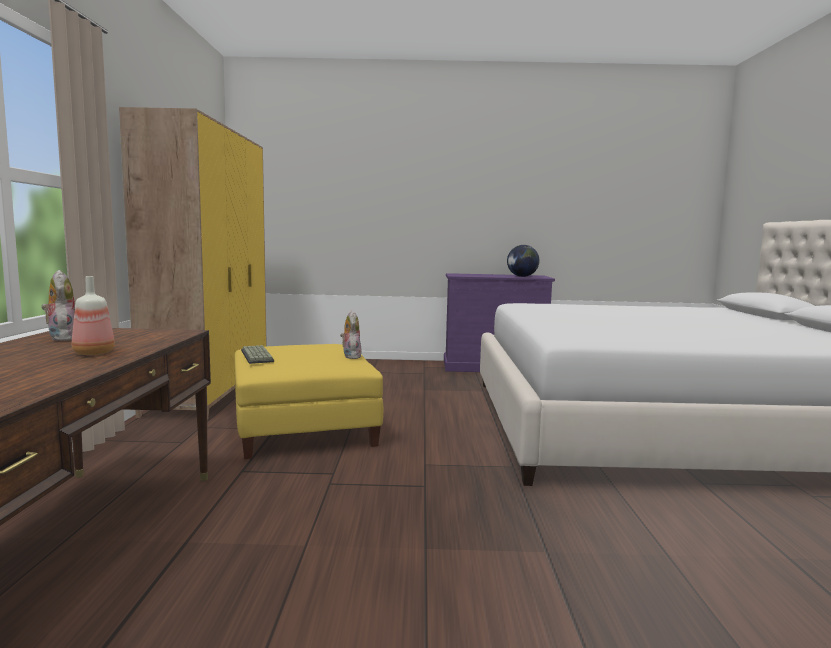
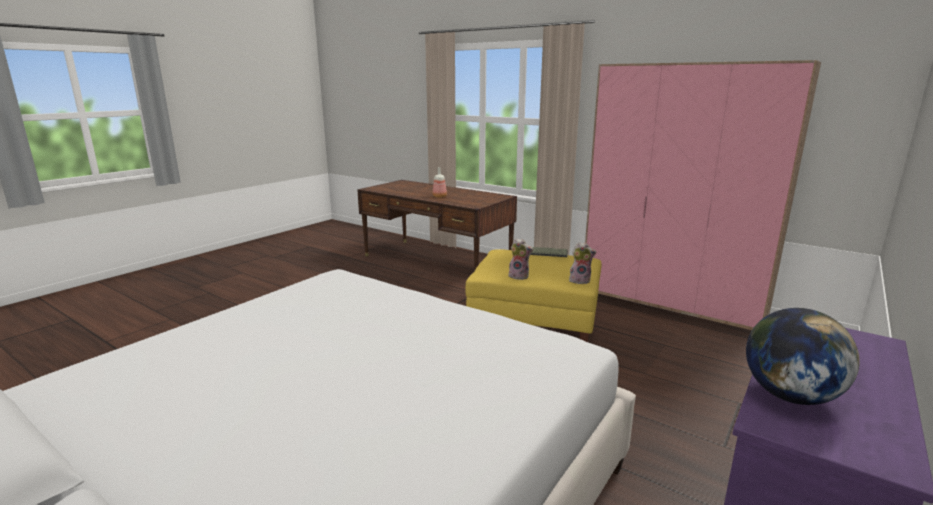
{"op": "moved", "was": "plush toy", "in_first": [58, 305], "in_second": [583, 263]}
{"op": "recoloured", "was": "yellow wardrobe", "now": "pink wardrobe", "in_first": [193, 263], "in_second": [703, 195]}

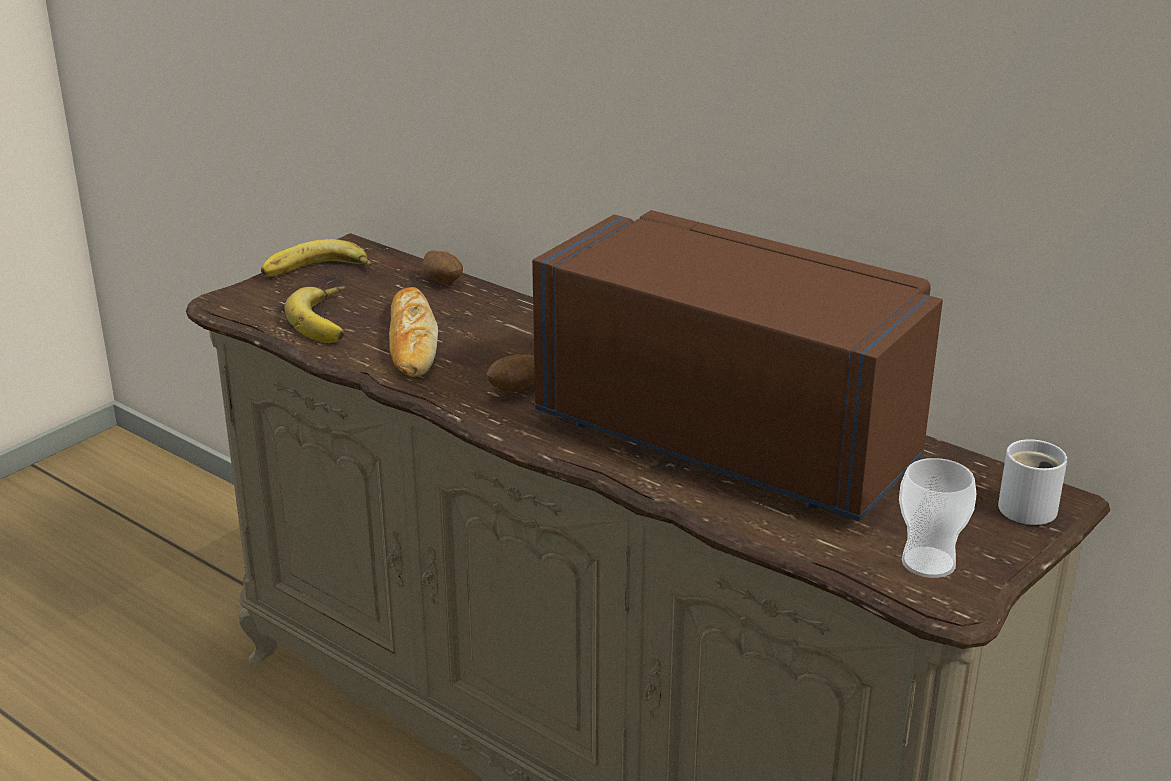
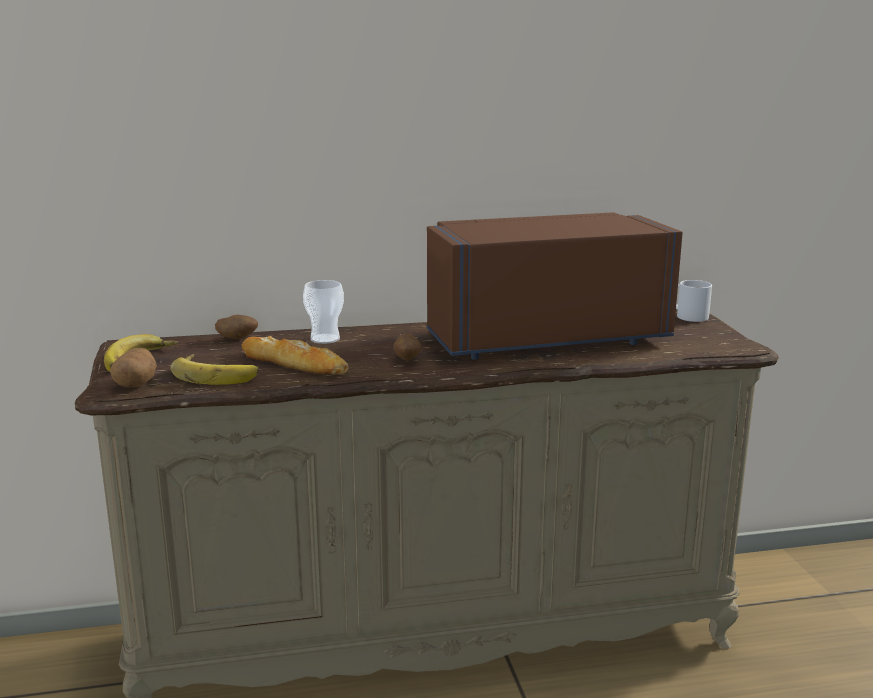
{"op": "added", "now": "potato", "in_second": [133, 368]}
{"op": "moved", "was": "cup", "in_first": [937, 518], "in_second": [323, 312]}

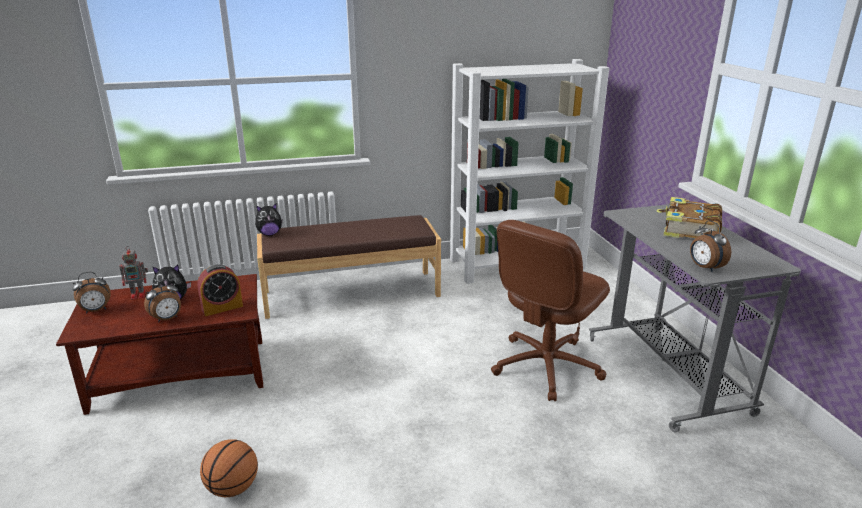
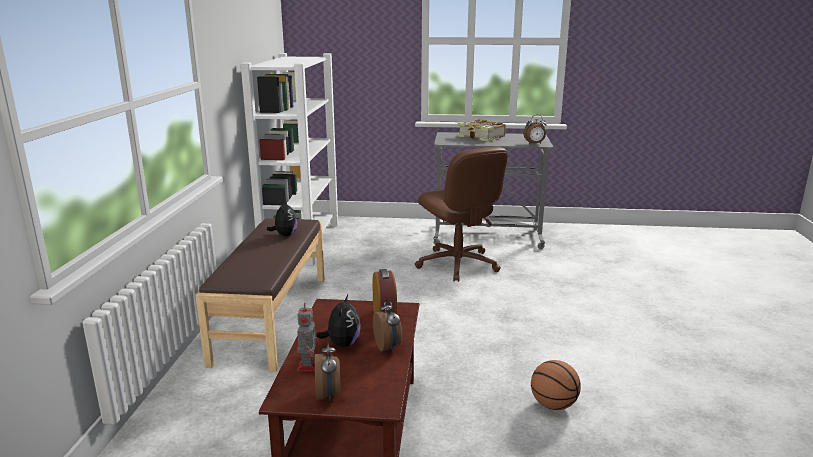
{"op": "moved", "was": "plush toy", "in_first": [269, 220], "in_second": [282, 218]}

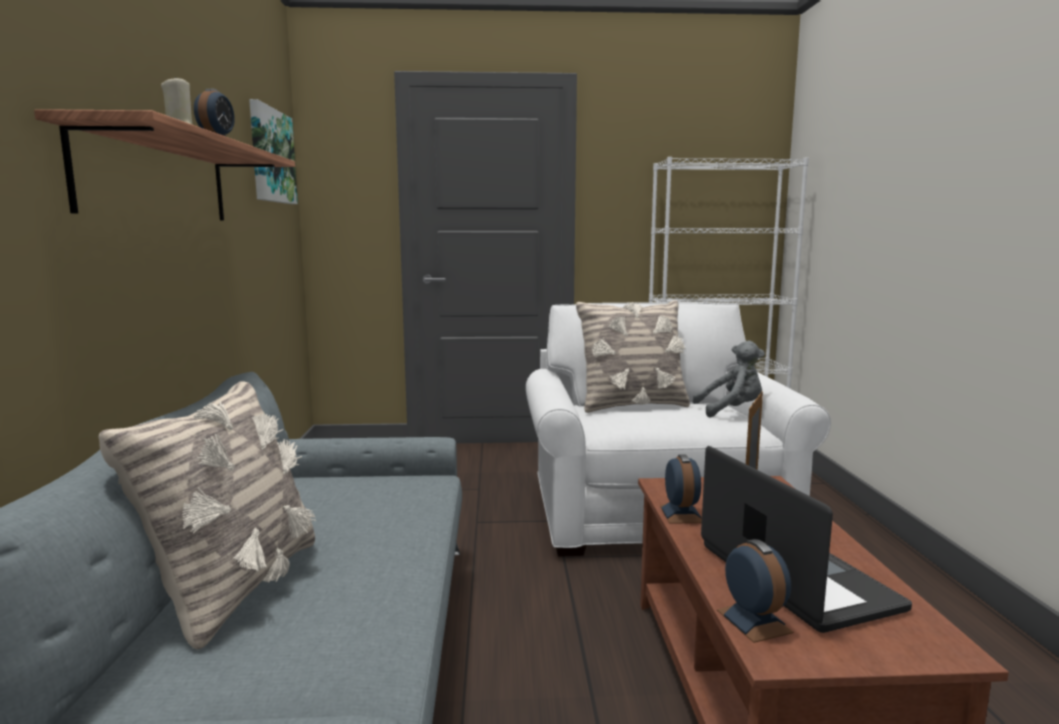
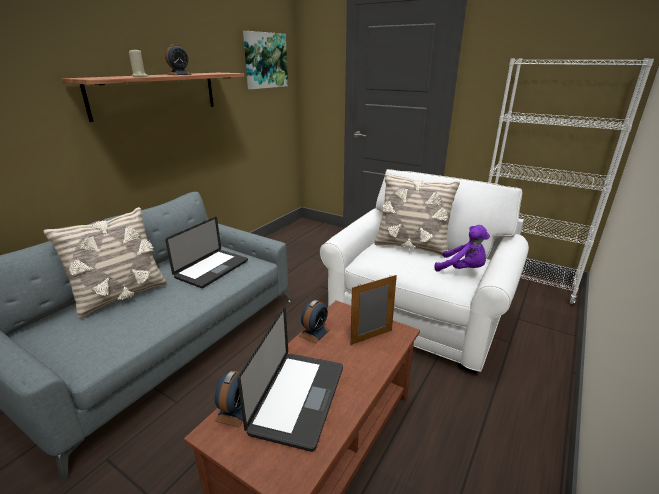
{"op": "added", "now": "laptop", "in_second": [206, 252]}
{"op": "recoloured", "was": "grey plush toy", "now": "purple plush toy", "in_first": [729, 379], "in_second": [462, 248]}

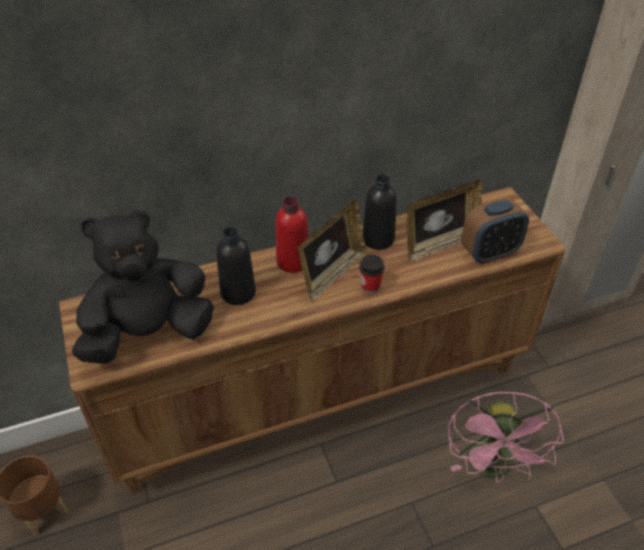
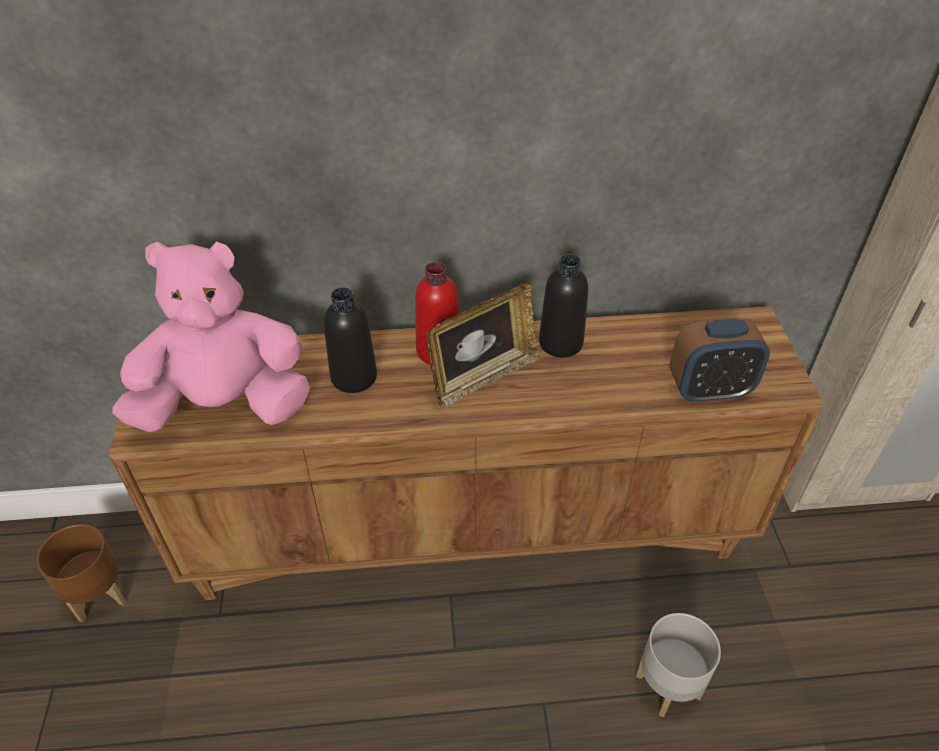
{"op": "recoloured", "was": "black plush toy", "now": "pink plush toy", "in_first": [143, 287], "in_second": [211, 337]}
{"op": "replaced", "was": "pink fan", "now": "grey planter", "in_first": [506, 437], "in_second": [678, 665]}
{"op": "removed", "was": "cup", "in_first": [372, 274]}
{"op": "removed", "was": "picture frame", "in_first": [445, 221]}

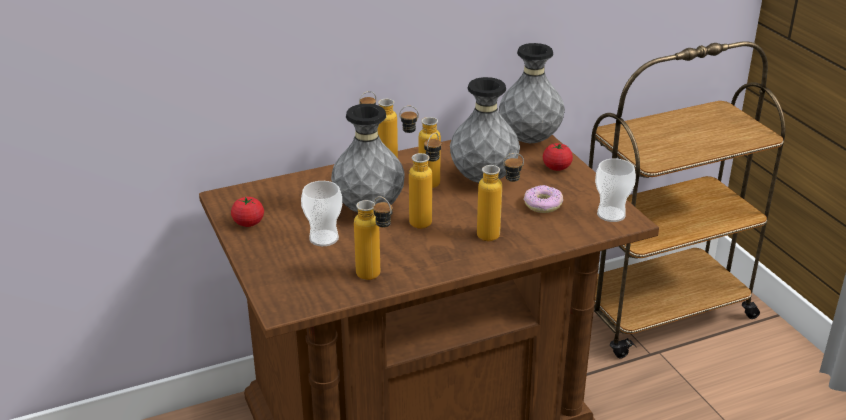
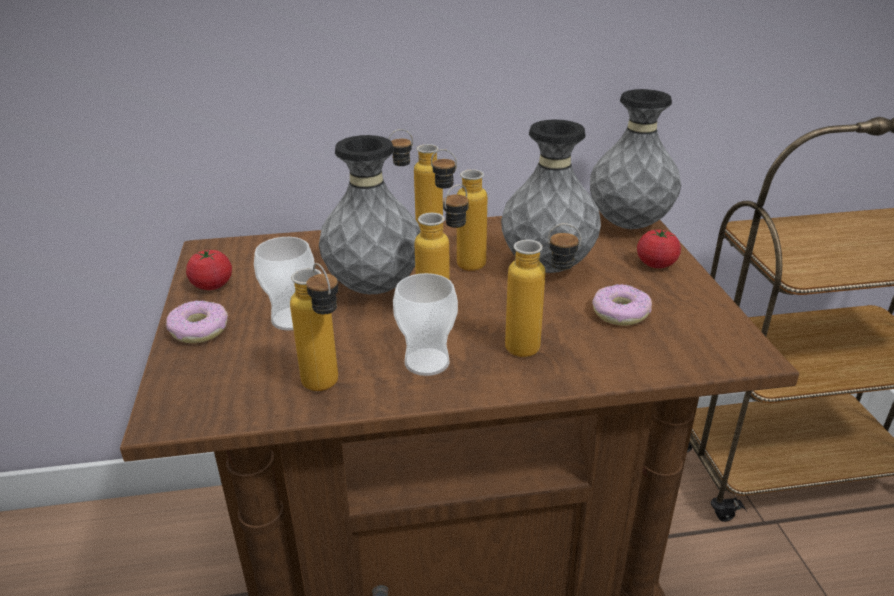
{"op": "added", "now": "donut", "in_second": [197, 321]}
{"op": "moved", "was": "cup", "in_first": [615, 190], "in_second": [425, 324]}

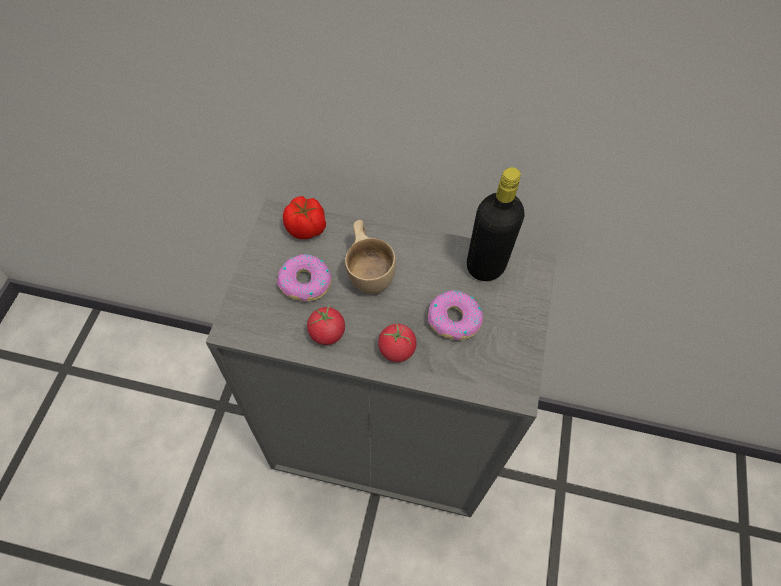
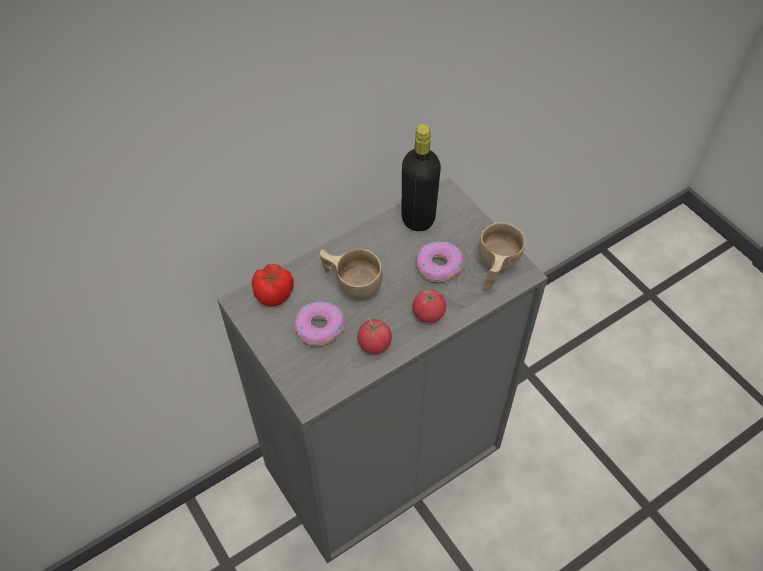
{"op": "added", "now": "beige cup", "in_second": [502, 256]}

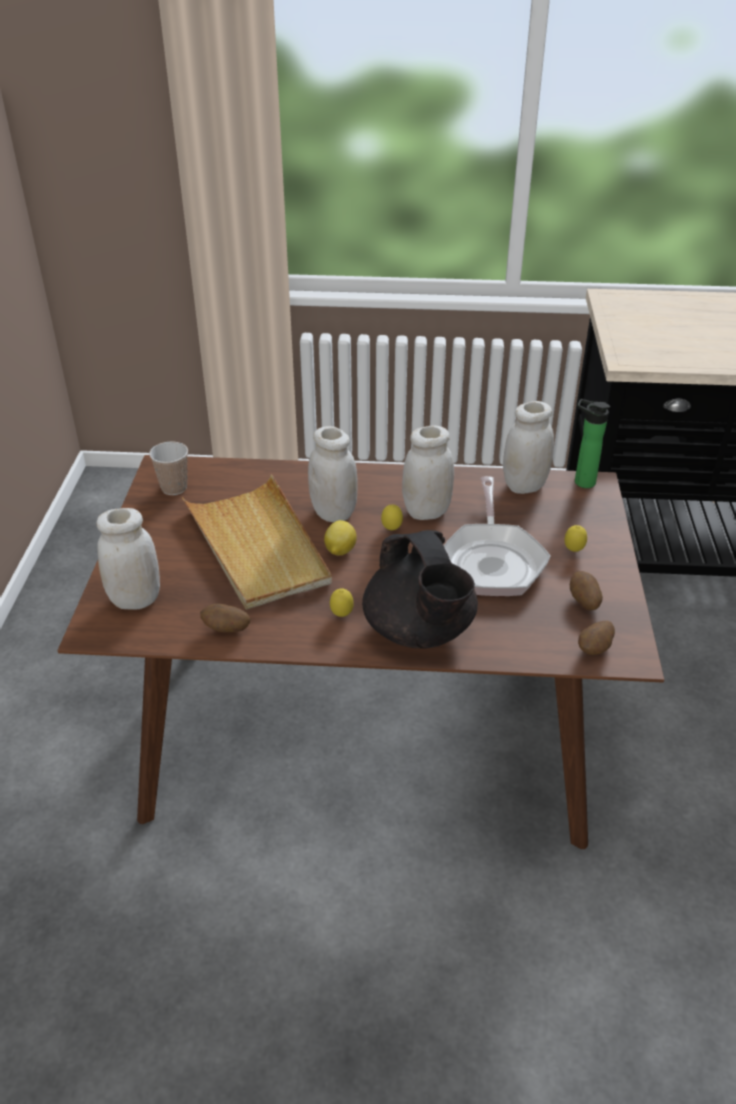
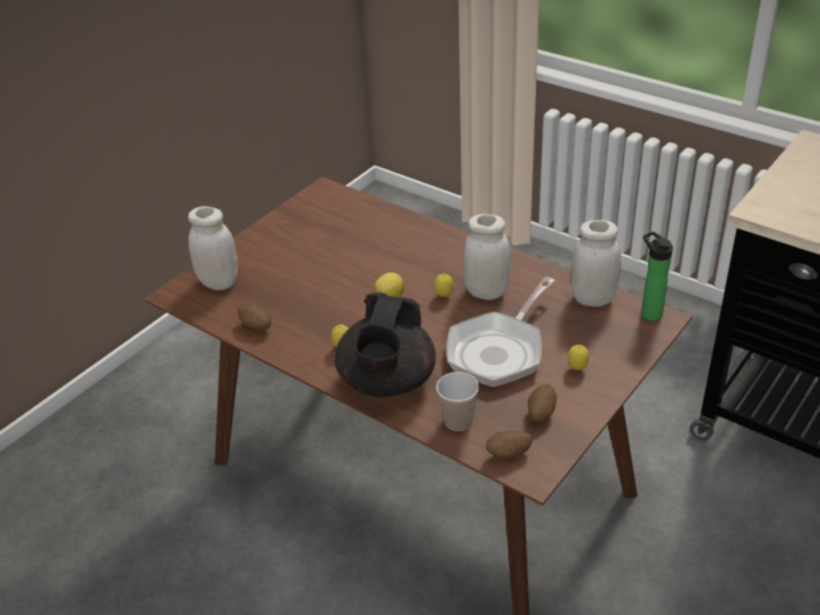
{"op": "moved", "was": "cup", "in_first": [168, 468], "in_second": [457, 401]}
{"op": "removed", "was": "beige tray", "in_first": [257, 542]}
{"op": "removed", "was": "white jar", "in_first": [332, 474]}

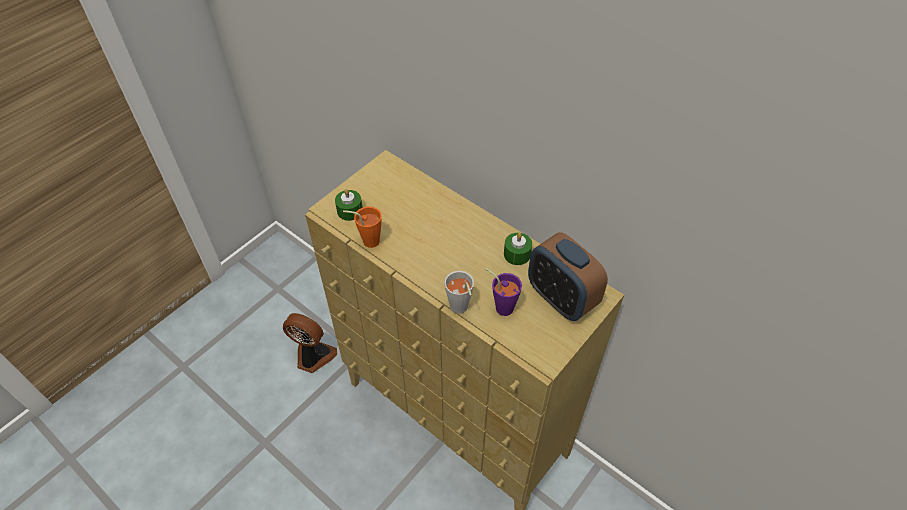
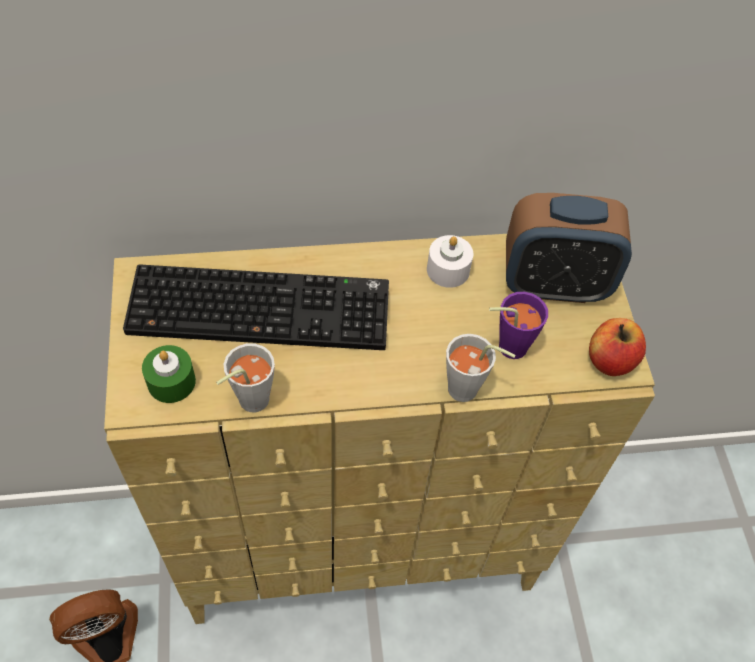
{"op": "added", "now": "keyboard", "in_second": [256, 307]}
{"op": "recoloured", "was": "orange cup", "now": "grey cup", "in_first": [362, 227], "in_second": [245, 377]}
{"op": "recoloured", "was": "green candle", "now": "white candle", "in_first": [518, 249], "in_second": [450, 261]}
{"op": "added", "now": "apple", "in_second": [617, 347]}

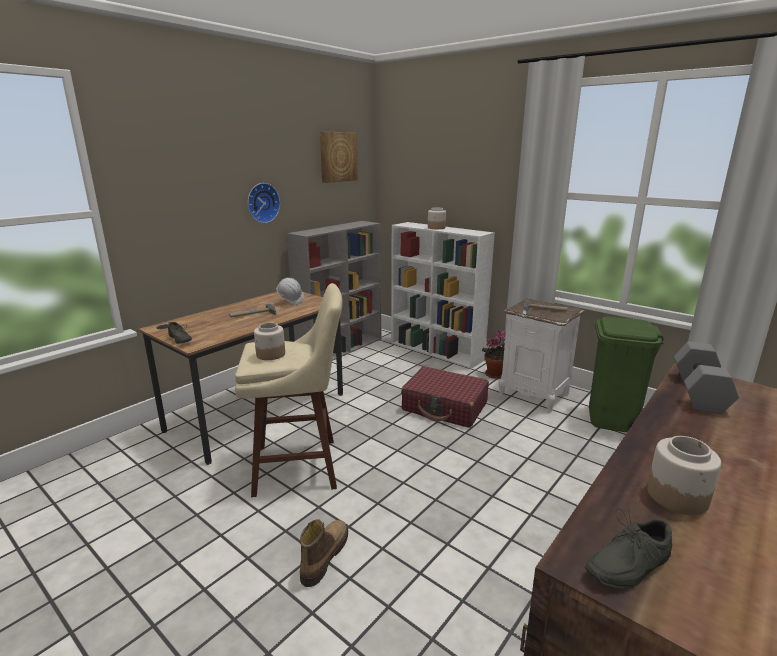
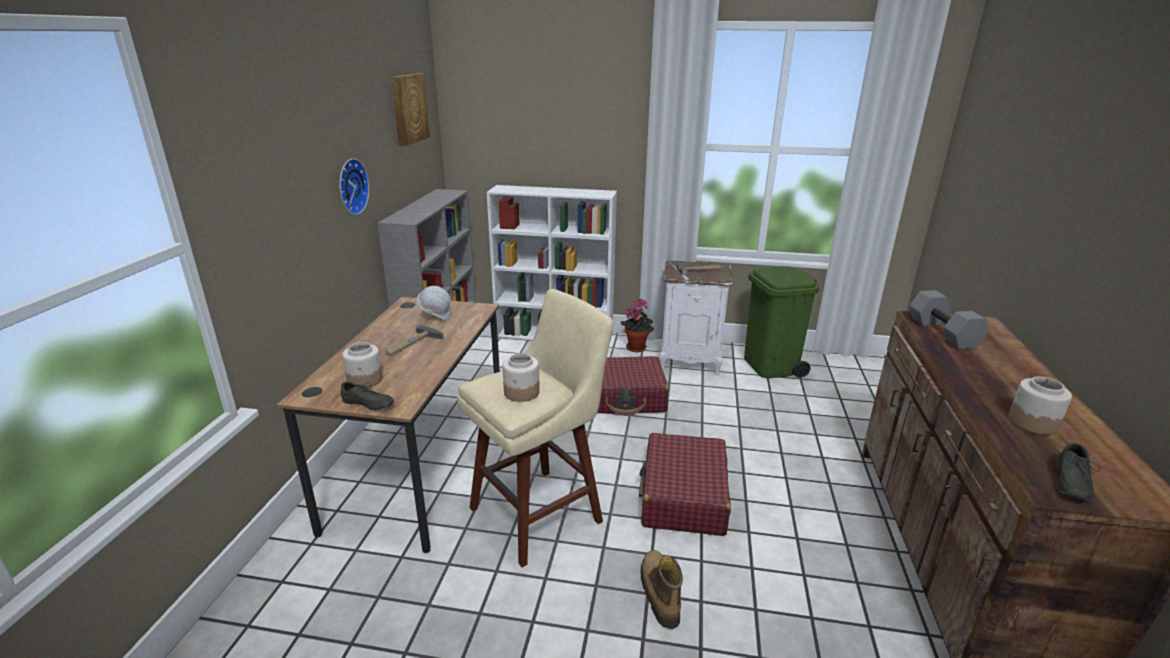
{"op": "moved", "was": "jar", "in_first": [437, 218], "in_second": [362, 365]}
{"op": "added", "now": "red suitcase", "in_second": [685, 484]}

